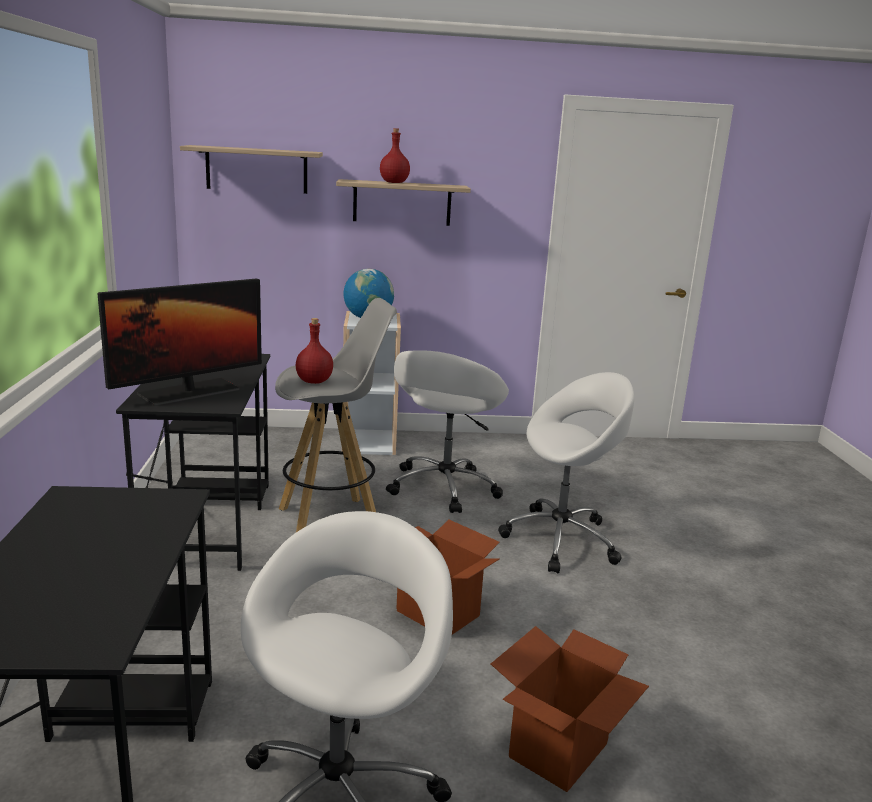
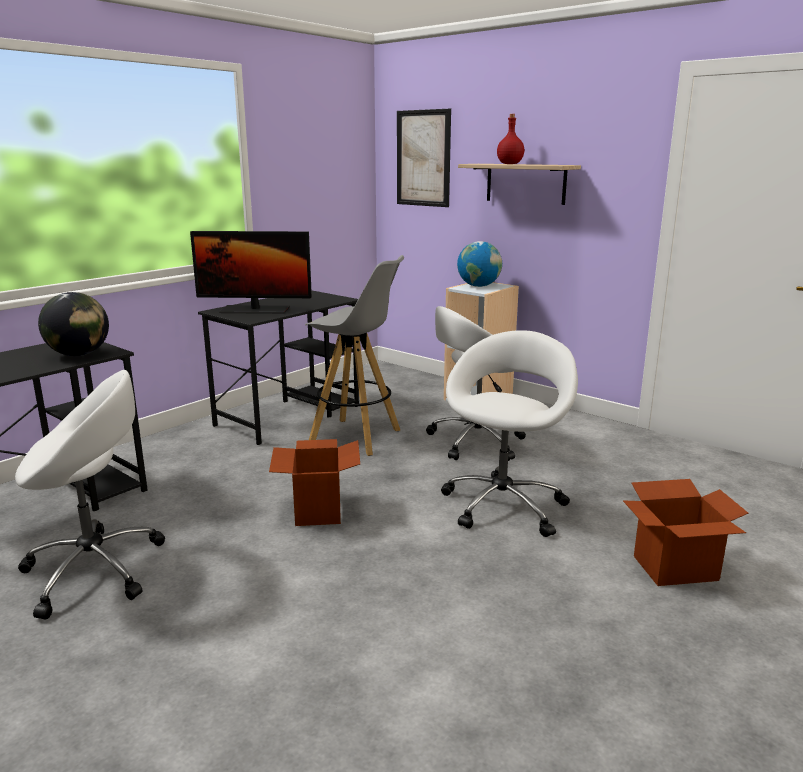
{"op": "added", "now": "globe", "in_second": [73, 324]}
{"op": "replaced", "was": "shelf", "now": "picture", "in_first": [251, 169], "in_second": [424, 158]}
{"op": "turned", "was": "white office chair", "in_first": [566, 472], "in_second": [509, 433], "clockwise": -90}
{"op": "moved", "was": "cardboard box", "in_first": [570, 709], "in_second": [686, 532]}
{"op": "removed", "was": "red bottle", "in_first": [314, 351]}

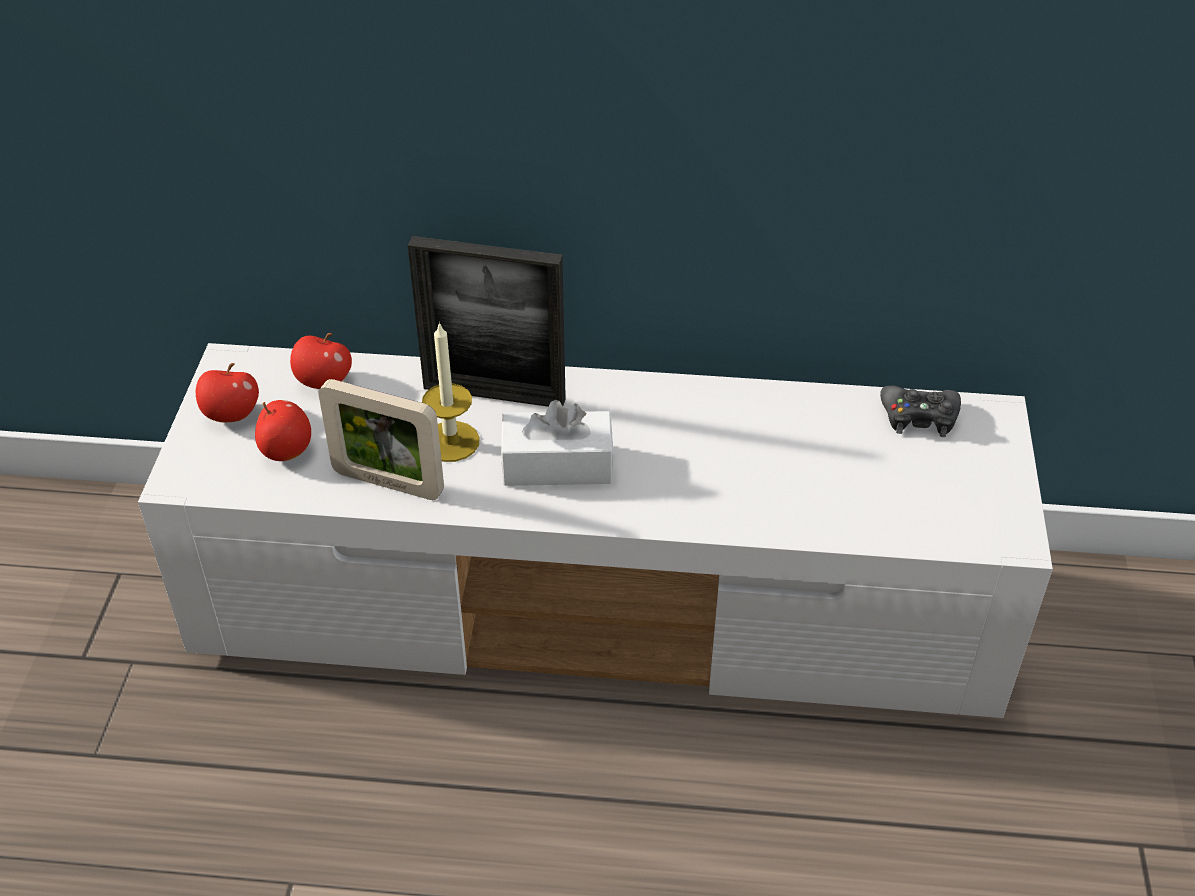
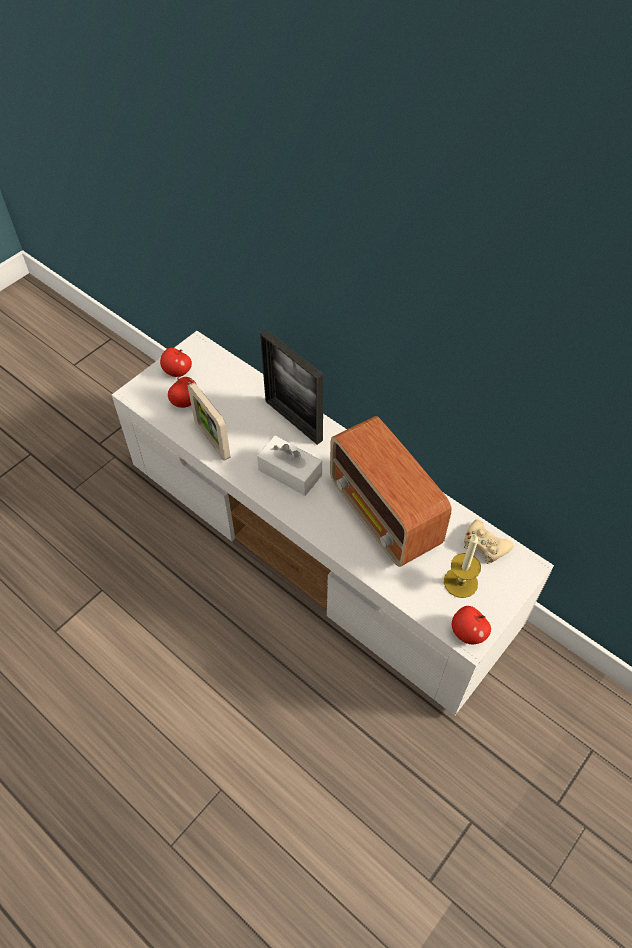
{"op": "added", "now": "radio", "in_second": [390, 491]}
{"op": "moved", "was": "candle", "in_first": [450, 391], "in_second": [462, 566]}
{"op": "moved", "was": "apple", "in_first": [321, 361], "in_second": [471, 625]}
{"op": "recoloured", "was": "black game controller", "now": "beige game controller", "in_first": [920, 411], "in_second": [489, 541]}

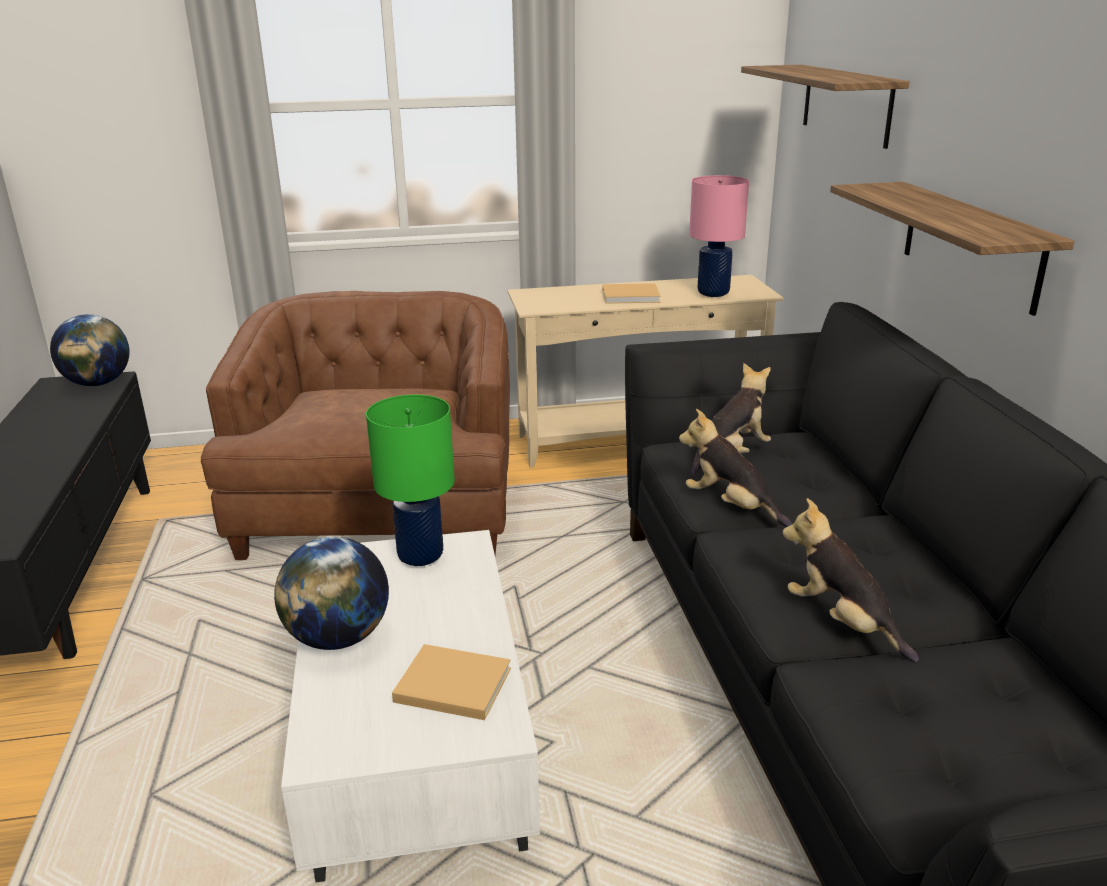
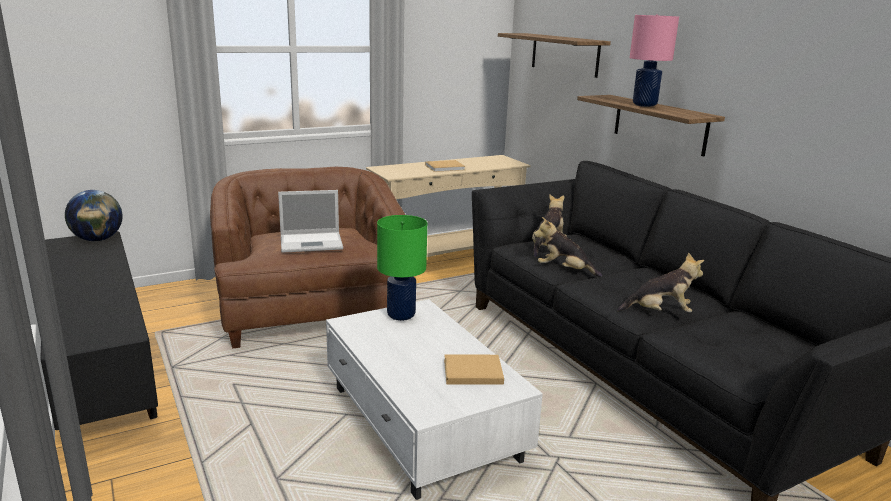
{"op": "added", "now": "laptop", "in_second": [310, 221]}
{"op": "turned", "was": "plush toy", "in_first": [851, 580], "in_second": [660, 282], "clockwise": 150}
{"op": "moved", "was": "pink table lamp", "in_first": [719, 236], "in_second": [654, 60]}
{"op": "removed", "was": "globe", "in_first": [331, 593]}

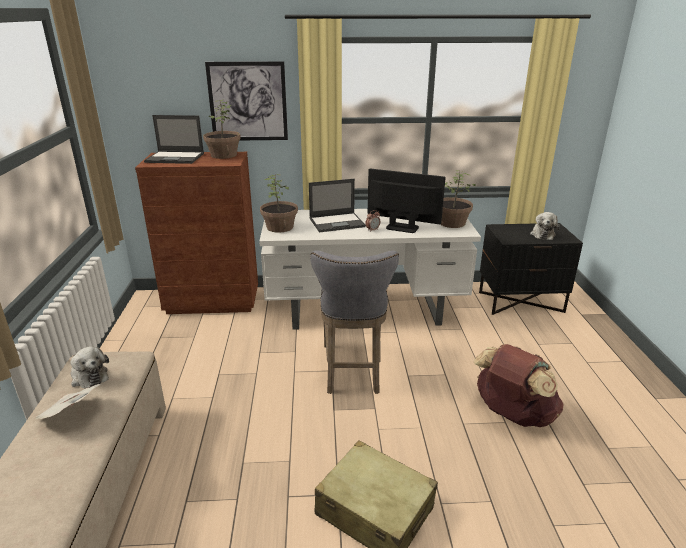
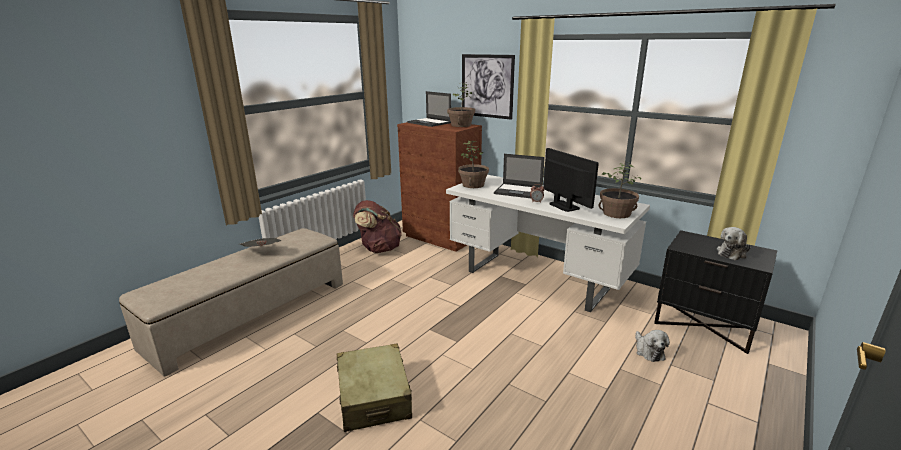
{"op": "moved", "was": "brown backpack", "in_first": [519, 385], "in_second": [377, 226]}
{"op": "moved", "was": "plush toy", "in_first": [90, 367], "in_second": [652, 346]}
{"op": "removed", "was": "grey stool", "in_first": [354, 322]}

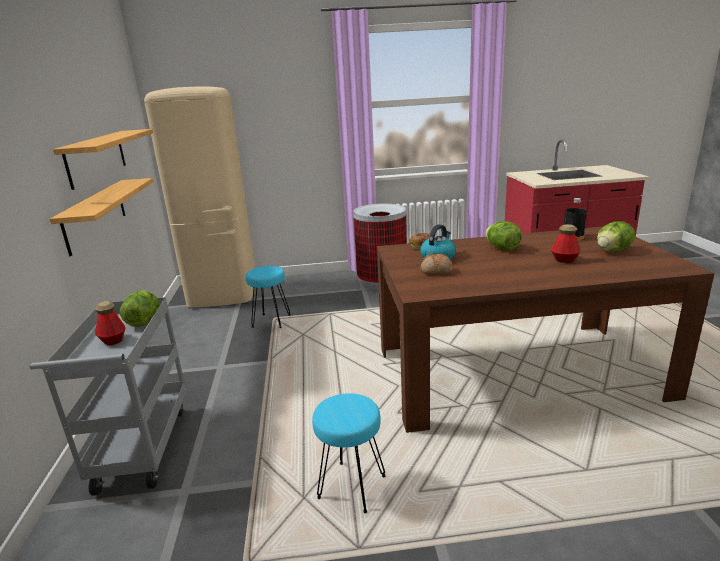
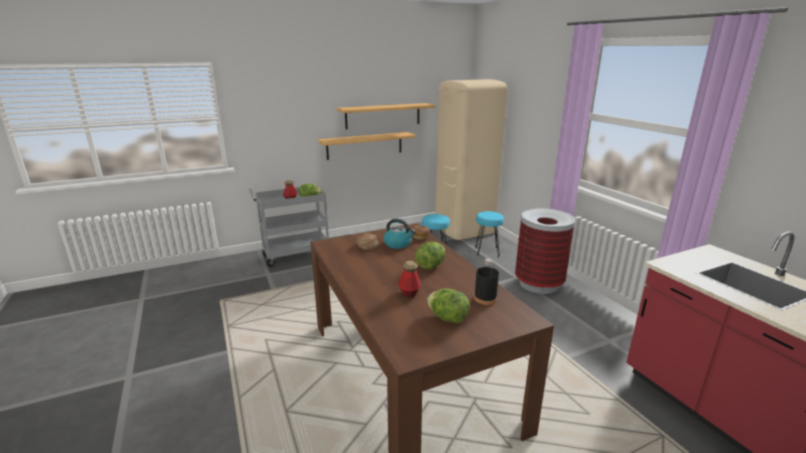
{"op": "moved", "was": "turquoise stool", "in_first": [348, 453], "in_second": [489, 234]}

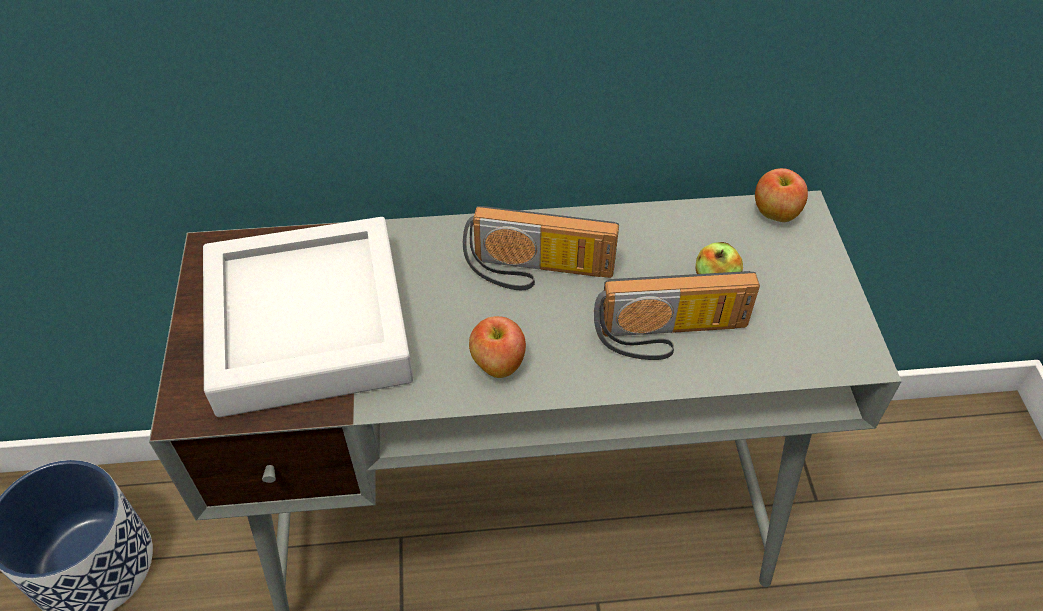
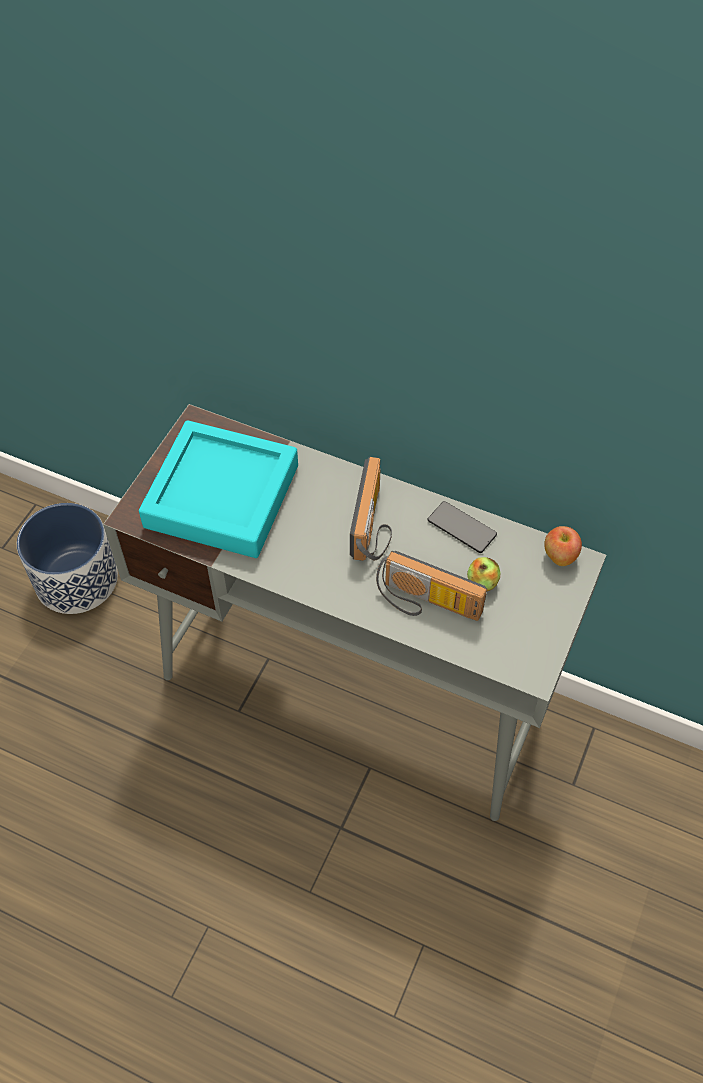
{"op": "recoloured", "was": "grey tray", "now": "turquoise tray", "in_first": [308, 317], "in_second": [218, 489]}
{"op": "turned", "was": "radio", "in_first": [541, 248], "in_second": [371, 509], "clockwise": -120}
{"op": "added", "now": "phone", "in_second": [462, 527]}
{"op": "removed", "was": "apple", "in_first": [497, 347]}

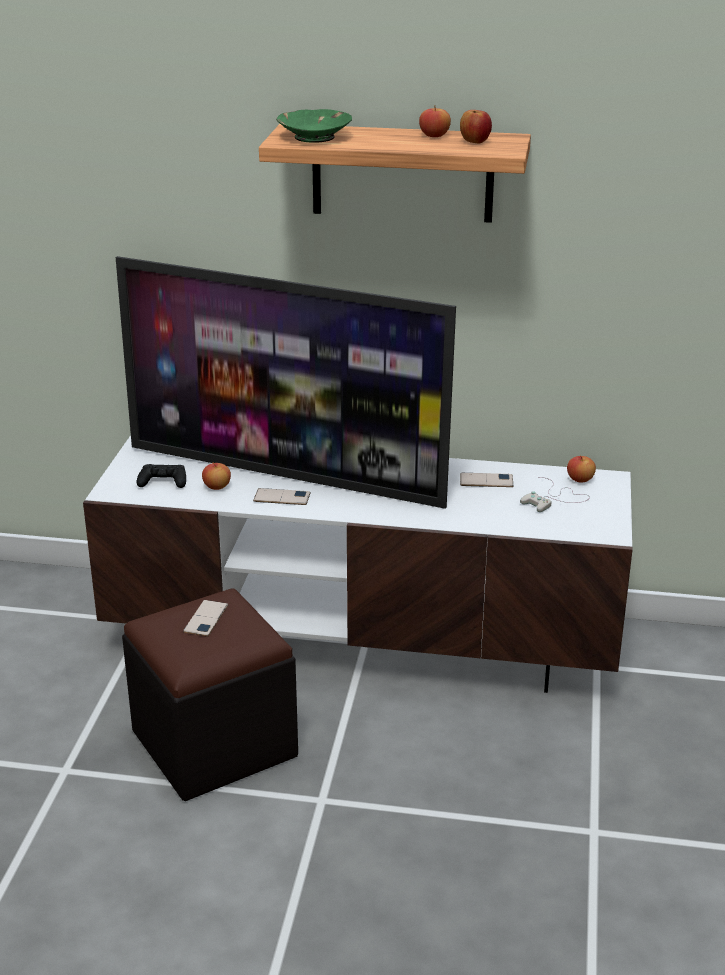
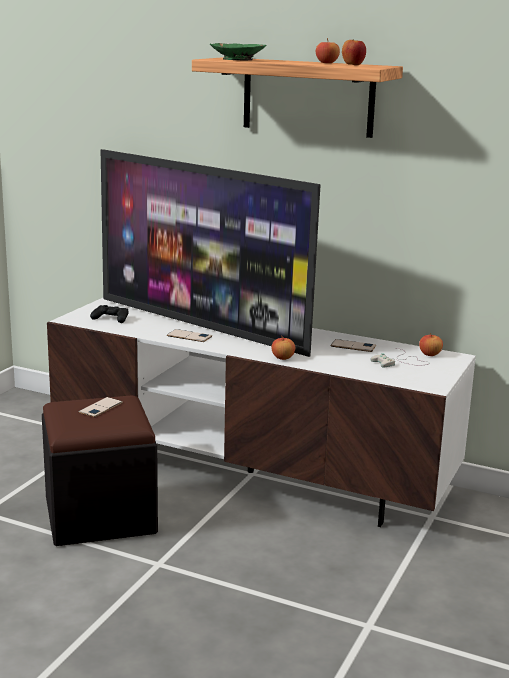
{"op": "moved", "was": "apple", "in_first": [216, 476], "in_second": [283, 348]}

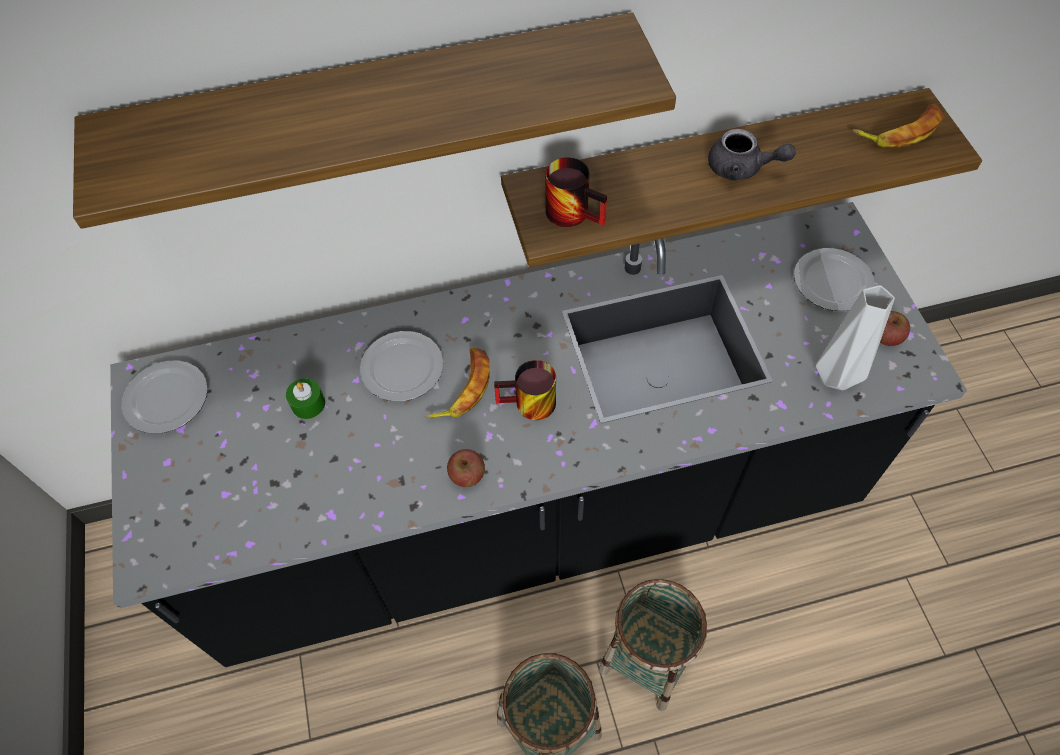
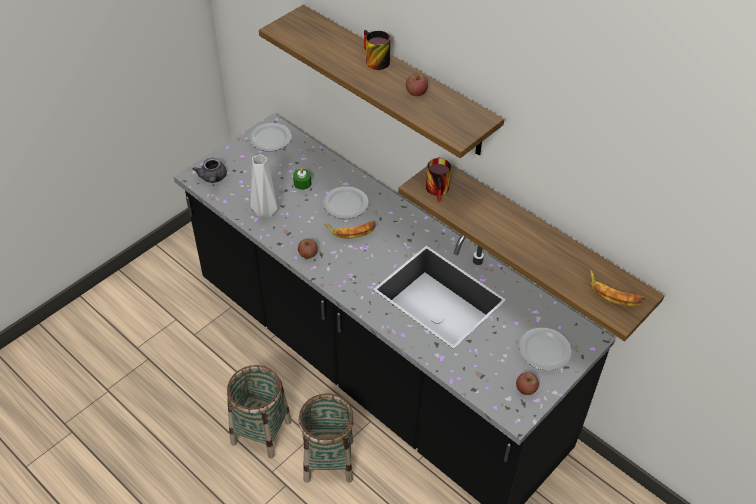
{"op": "moved", "was": "grey teapot", "in_first": [752, 155], "in_second": [210, 170]}
{"op": "moved", "was": "grey vase", "in_first": [855, 337], "in_second": [263, 186]}
{"op": "moved", "was": "mug", "in_first": [525, 390], "in_second": [377, 50]}
{"op": "added", "now": "apple", "in_second": [417, 85]}

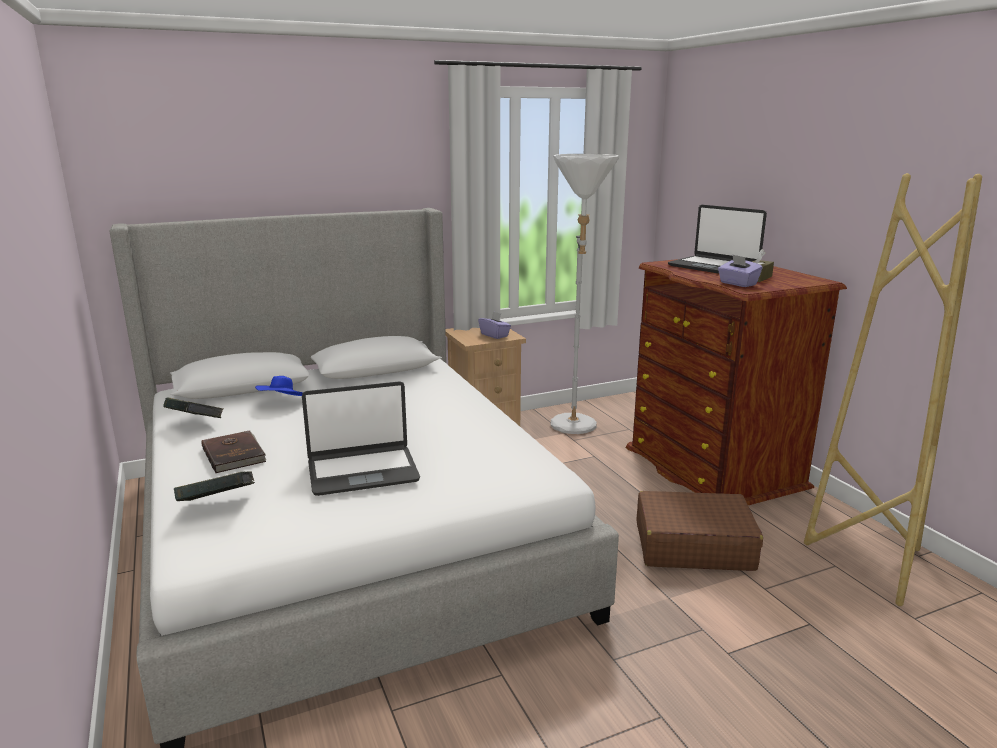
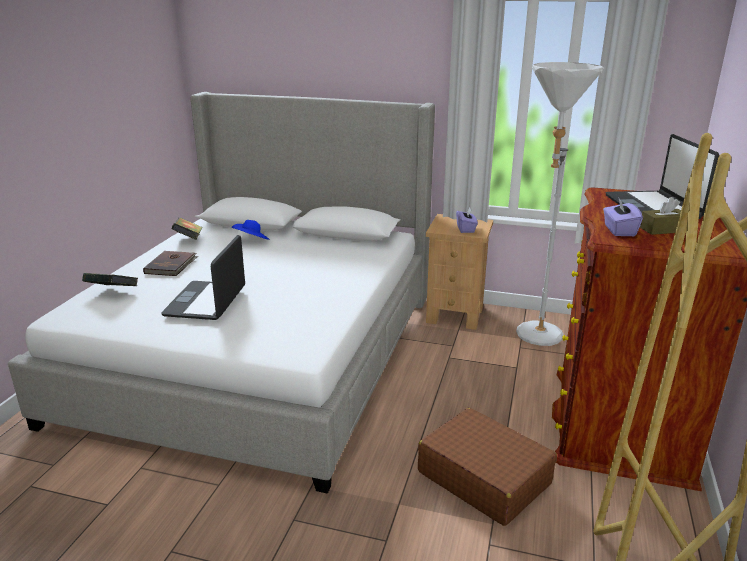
{"op": "turned", "was": "laptop", "in_first": [361, 438], "in_second": [203, 277], "clockwise": 75}

